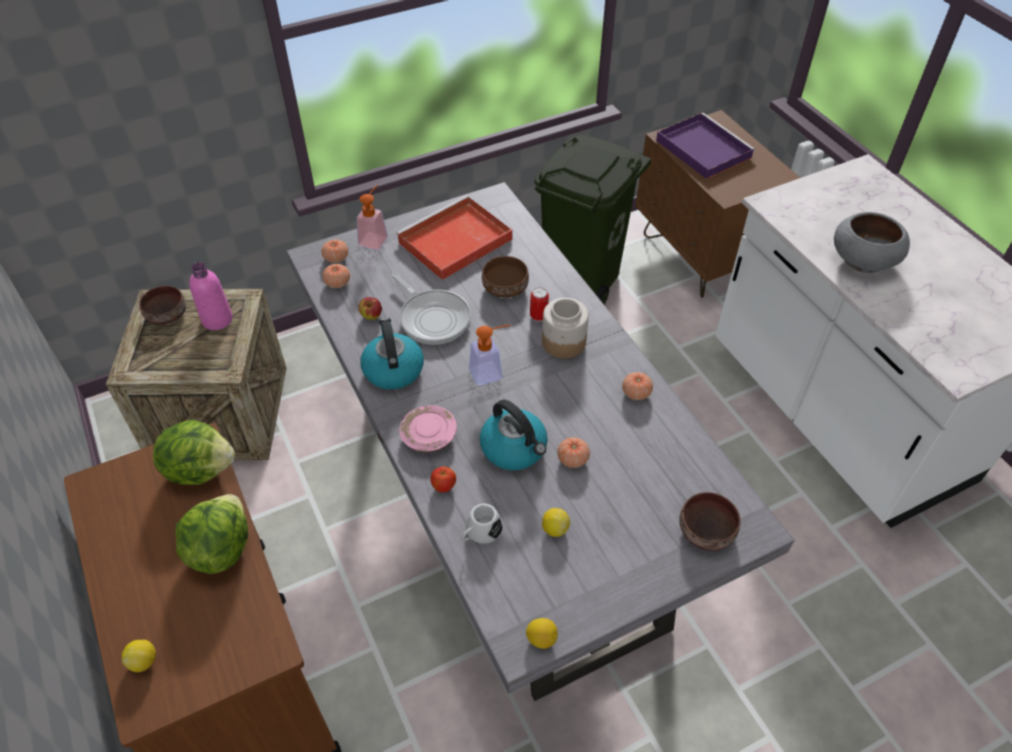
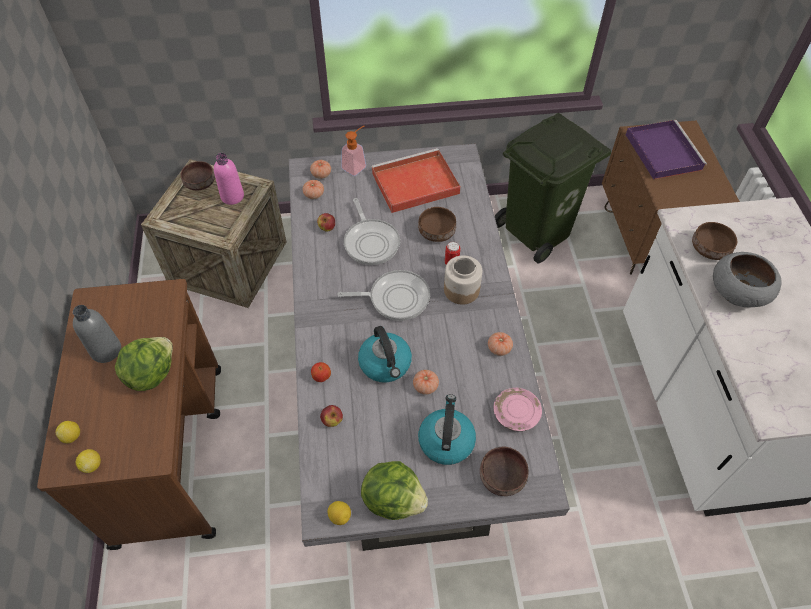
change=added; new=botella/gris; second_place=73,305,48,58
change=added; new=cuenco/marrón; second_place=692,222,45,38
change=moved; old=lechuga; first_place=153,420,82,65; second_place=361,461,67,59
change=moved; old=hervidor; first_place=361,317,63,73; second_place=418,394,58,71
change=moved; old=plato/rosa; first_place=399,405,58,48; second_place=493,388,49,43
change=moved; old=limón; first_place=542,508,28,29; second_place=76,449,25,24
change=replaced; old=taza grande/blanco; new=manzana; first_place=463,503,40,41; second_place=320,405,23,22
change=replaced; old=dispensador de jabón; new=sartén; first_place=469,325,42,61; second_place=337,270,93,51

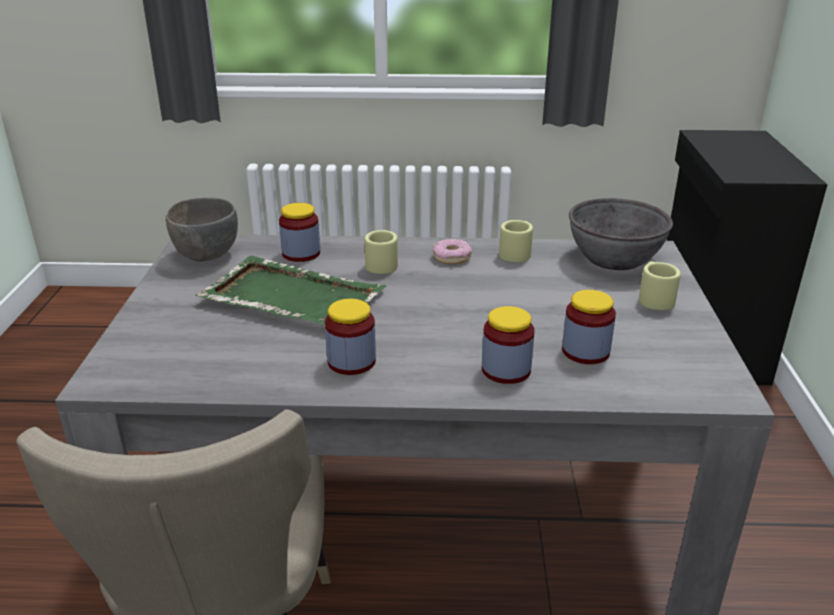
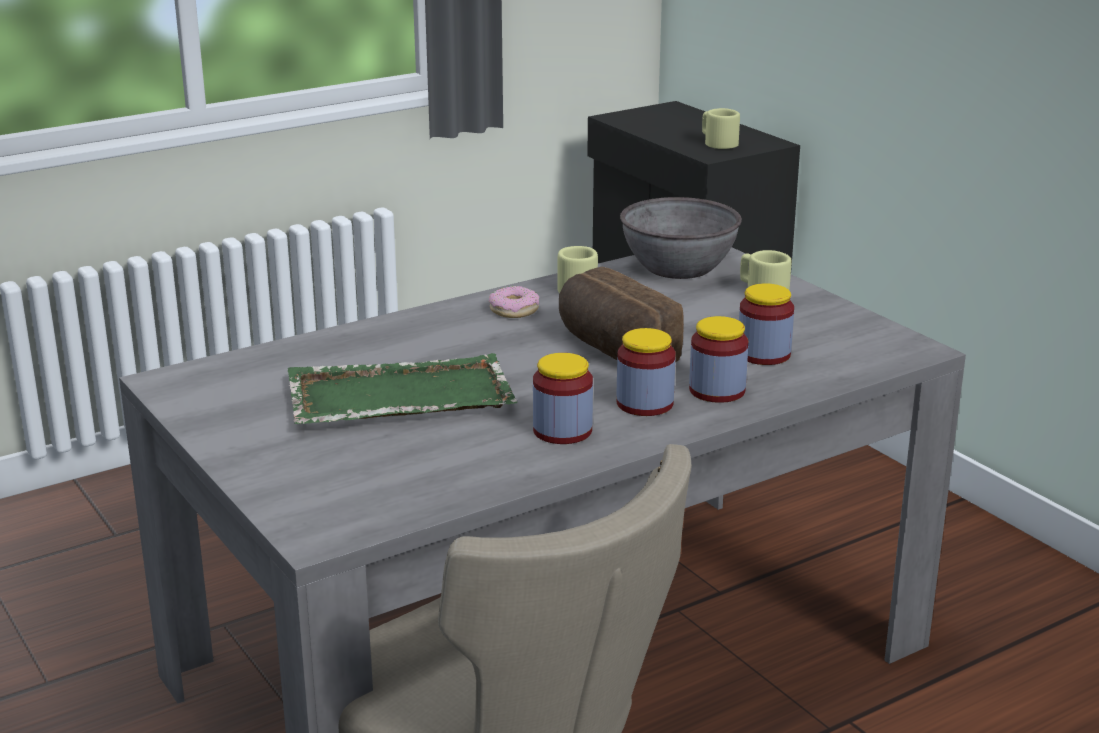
change=removed; old=cuenco/gris; first_place=166,197,72,65
change=added; new=pan; second_place=559,267,125,96
change=moved; old=tarro; first_place=279,203,41,59; second_place=616,328,59,88
change=moved; old=taza grande/beis; first_place=365,230,33,44; second_place=702,108,38,41

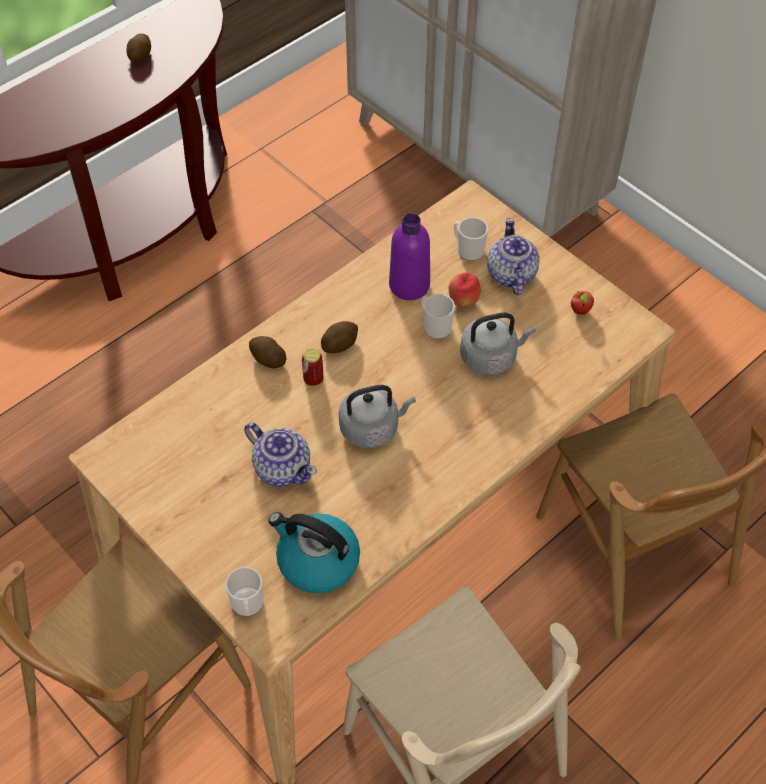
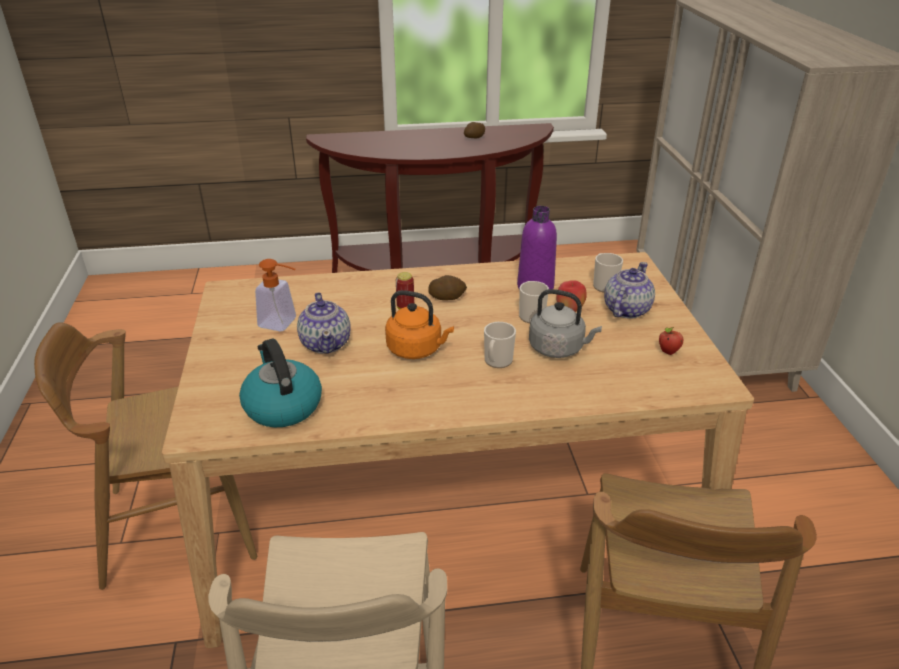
change=removed; old=patata; first_place=249,336,37,32
change=added; new=dispensador de jabón; second_place=255,259,41,72
change=moved; old=taza grande; first_place=225,567,39,49; second_place=484,322,32,46
change=recoloured; old=hervidor/gris; new=hervidor/naranja; first_place=339,385,77,63; second_place=385,290,69,69

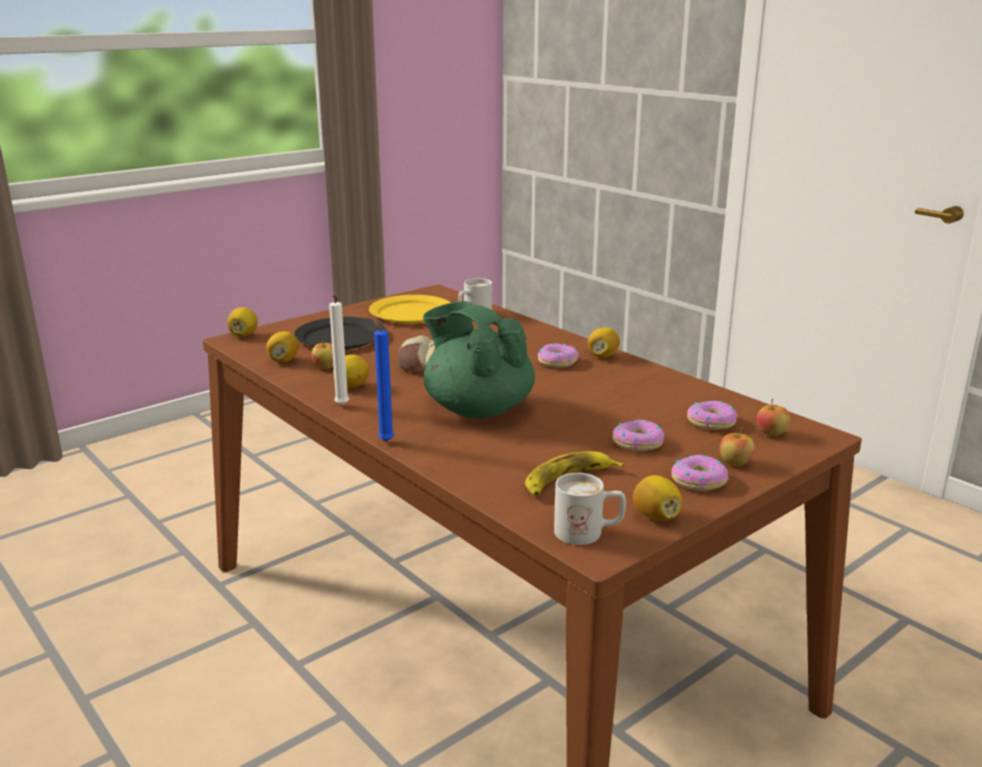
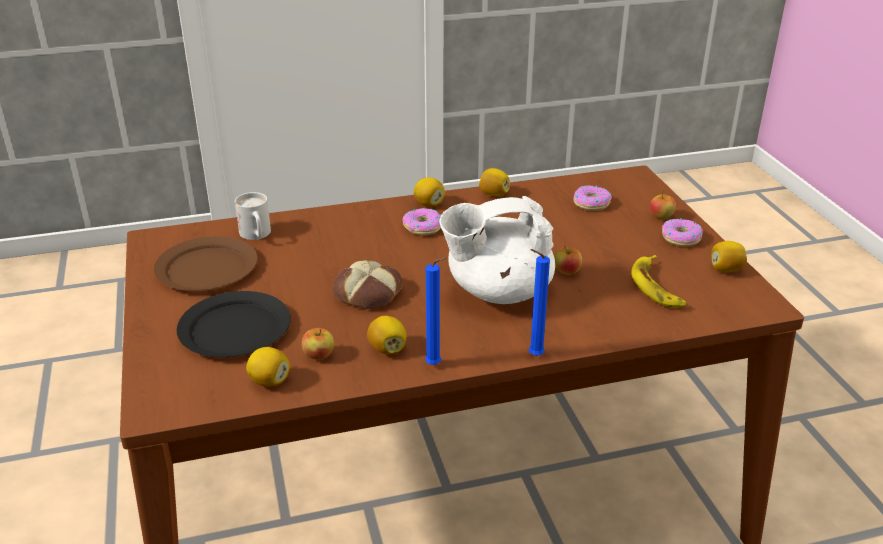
change=removed; old=taza grande/blanco; first_place=554,473,72,72
change=removed; old=rosquilla; first_place=613,420,51,32
change=moved; old=limón; first_place=227,307,31,30; second_place=479,168,31,28
change=moved; old=manzana; first_place=757,399,33,37; second_place=555,245,27,30
change=recoloured; old=vela/blanco; new=vela/azul; first_place=329,295,20,110; second_place=425,257,21,108
change=recoloured; old=plato/amarillo; new=plato/marrón; first_place=369,295,82,29; second_place=154,236,104,55
change=recoloured; old=tetera/verde; new=tetera/blanco; first_place=423,301,112,117; second_place=439,196,116,108

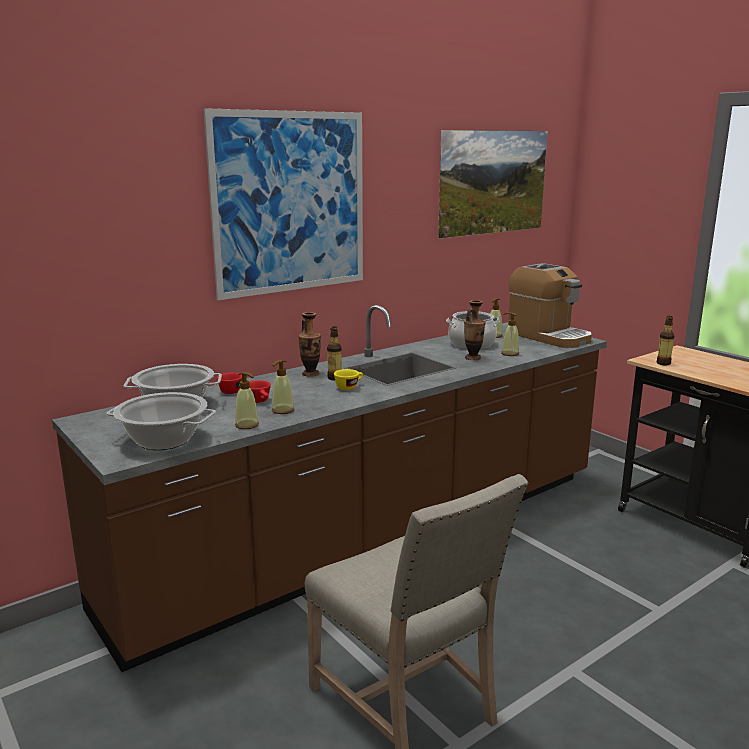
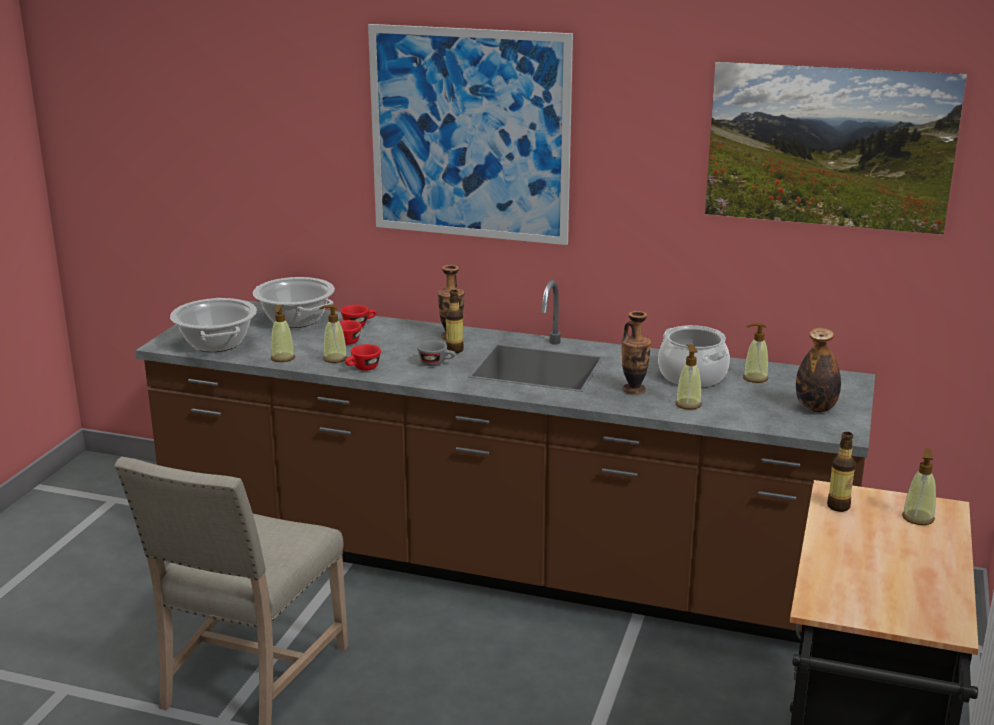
change=added; new=taza/rojo; second_place=345,344,36,27
change=added; new=dispensador de jabón; second_place=902,448,34,77
change=replaced; old=cafetera; new=botella; first_place=508,263,84,85; second_place=796,328,45,85
change=recoloured; old=taza/amarillo; new=taza/gris; first_place=334,369,29,21; second_place=417,340,39,26

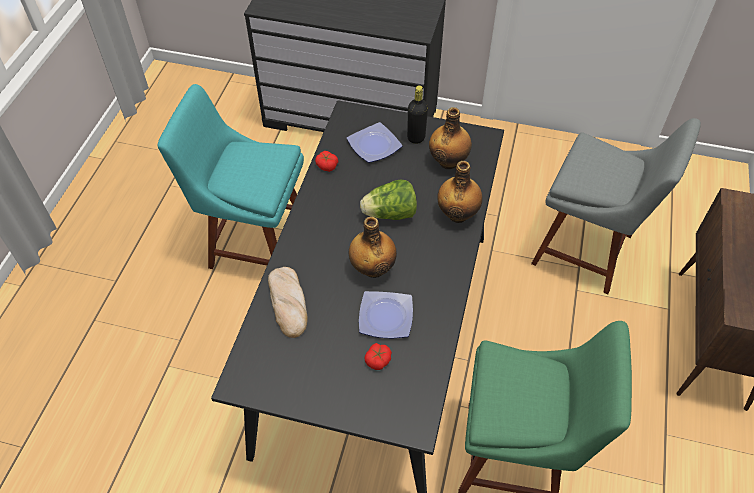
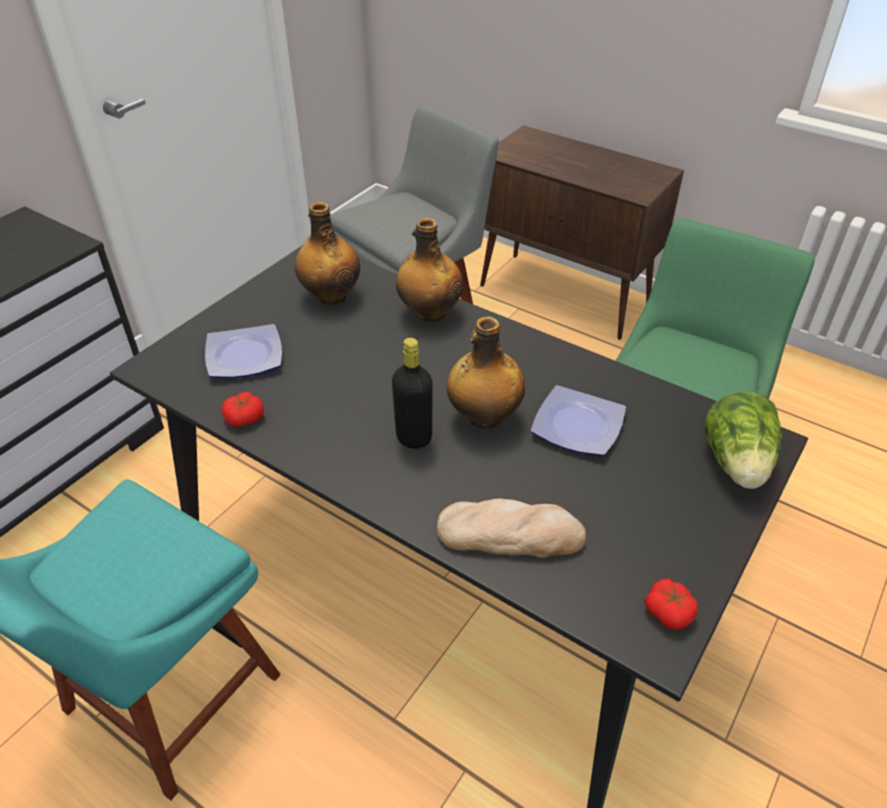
change=moved; old=lechuga; first_place=360,180,57,40; second_place=704,392,79,97
change=moved; old=tomate; first_place=364,343,28,27; second_place=644,579,54,51
change=moved; old=botella/negro; first_place=407,85,21,59; second_place=392,338,41,111

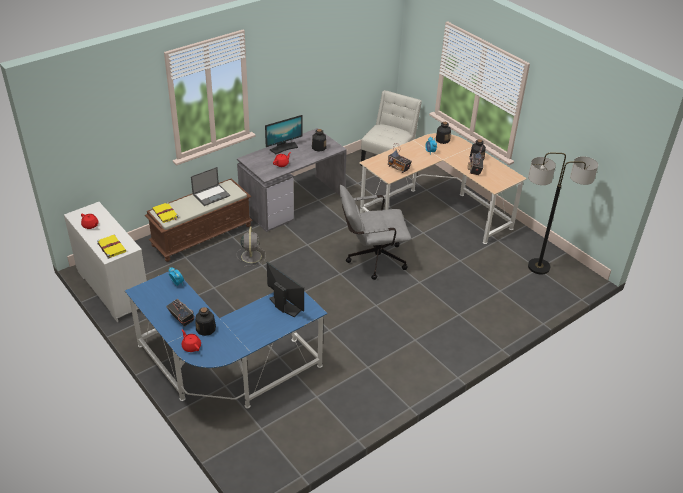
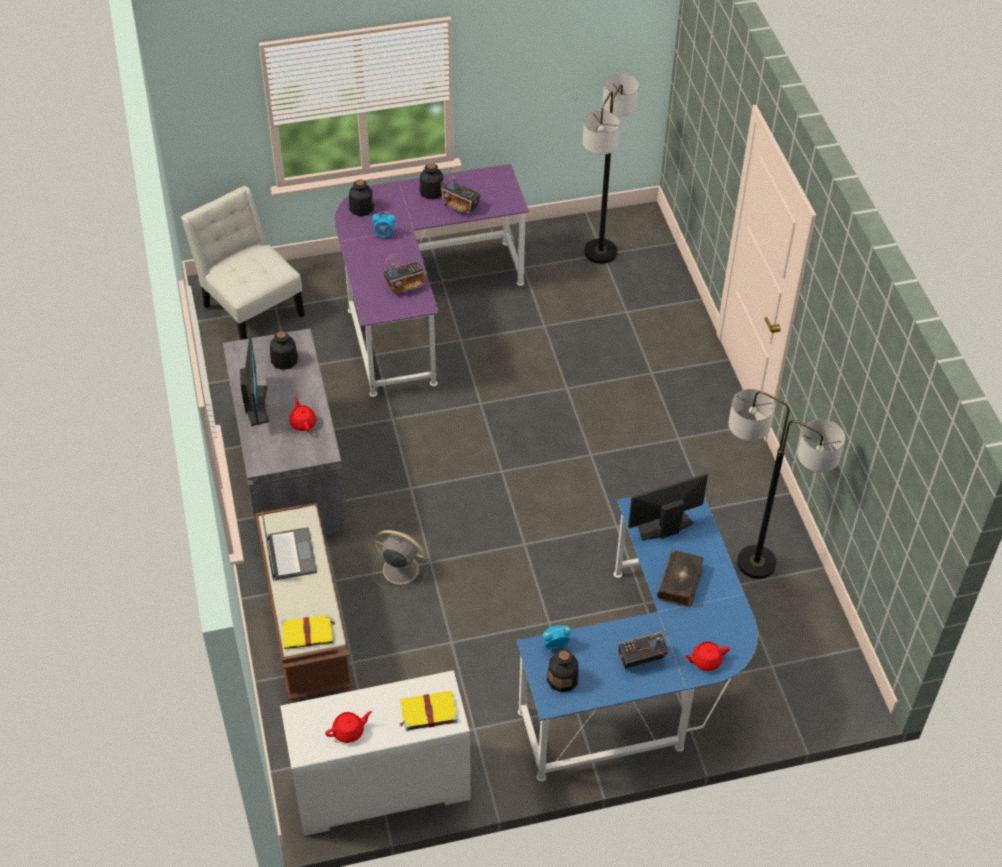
change=removed; old=silla de oficina/gris; first_place=339,185,72,95
change=added; new=libro; second_place=657,550,47,57
change=added; new=lámpara de pie; second_place=728,389,117,190
change=moved; old=botella; first_place=195,307,21,29; second_place=547,650,31,42
change=recoloured; old=escritorio/beis; new=escritorio/morado; first_place=359,133,168,111; second_place=334,164,195,233

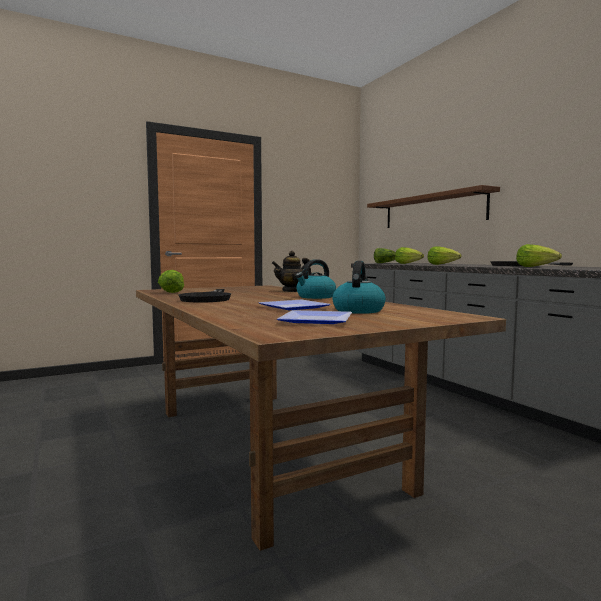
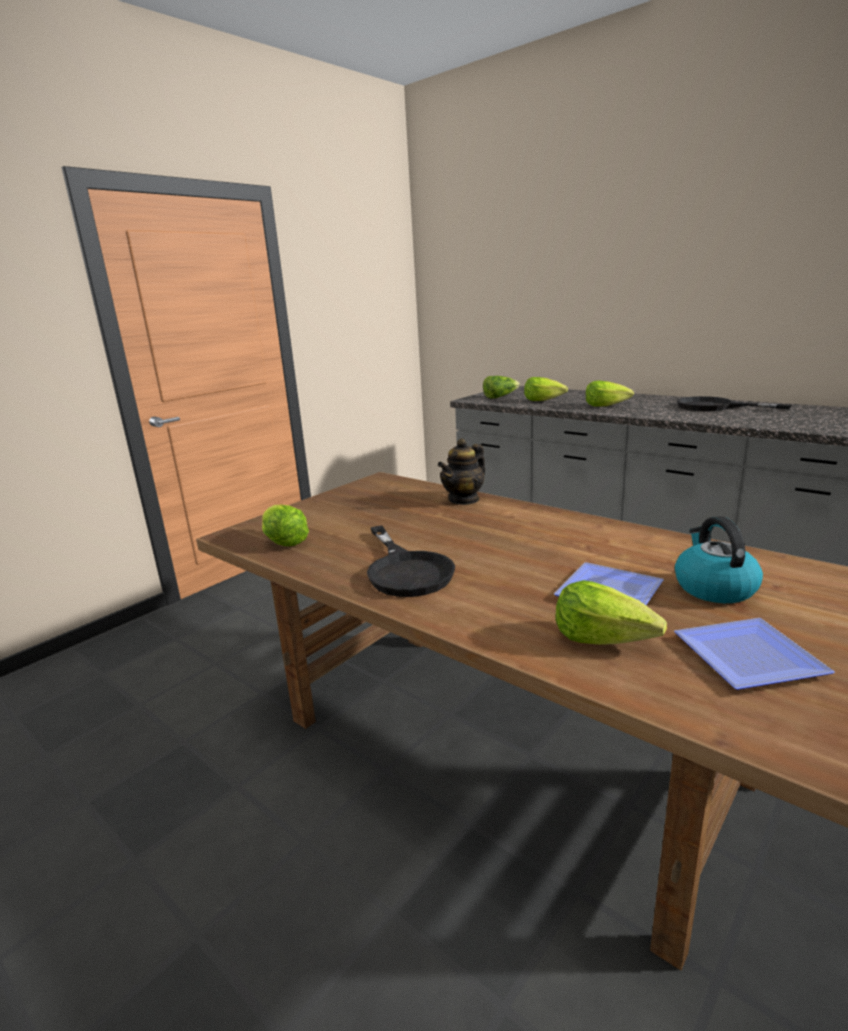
change=removed; old=hervidor; first_place=296,259,40,40
change=removed; old=estante/marrón; first_place=367,185,133,43
change=moved; old=lechuga; first_place=516,244,46,23; second_place=555,580,112,65

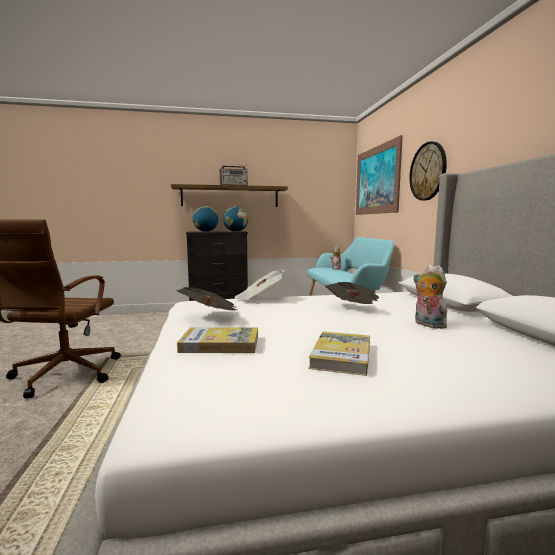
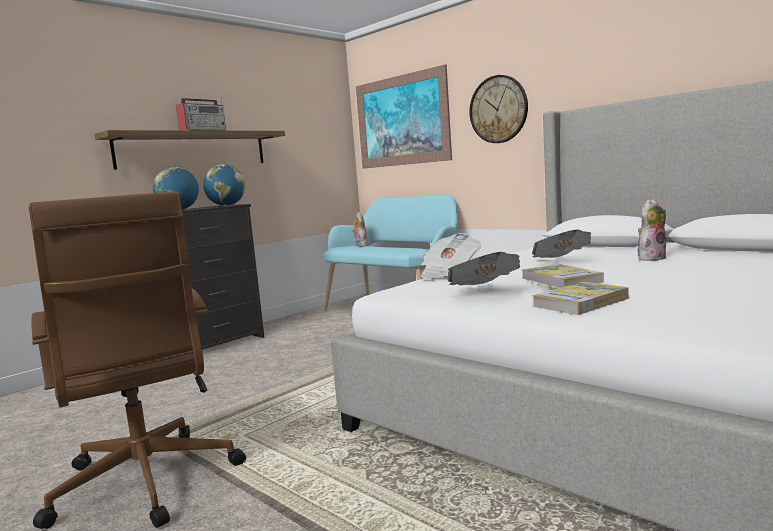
change=moved; old=libro; first_place=308,331,62,45; second_place=522,264,82,24
change=turned; old=peluche; first_place=413,265,37,64; second_place=638,199,28,62; degrees=135

